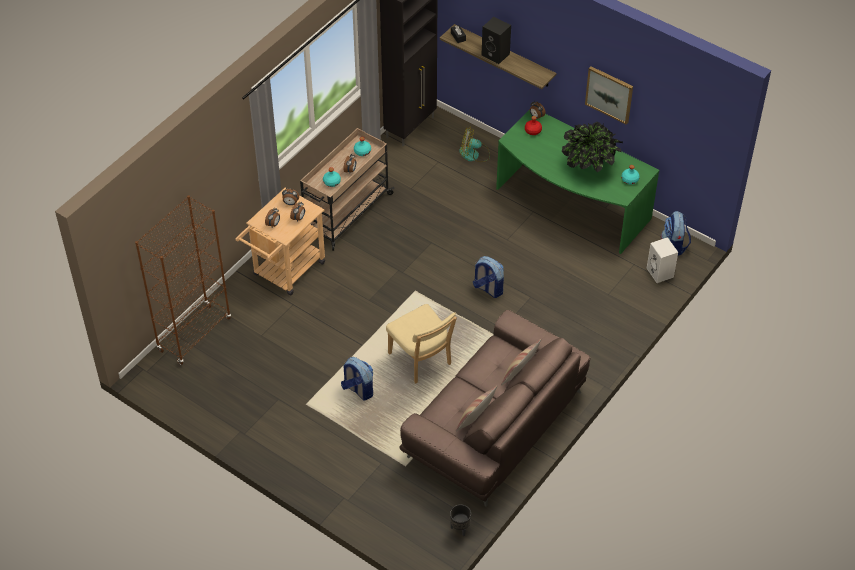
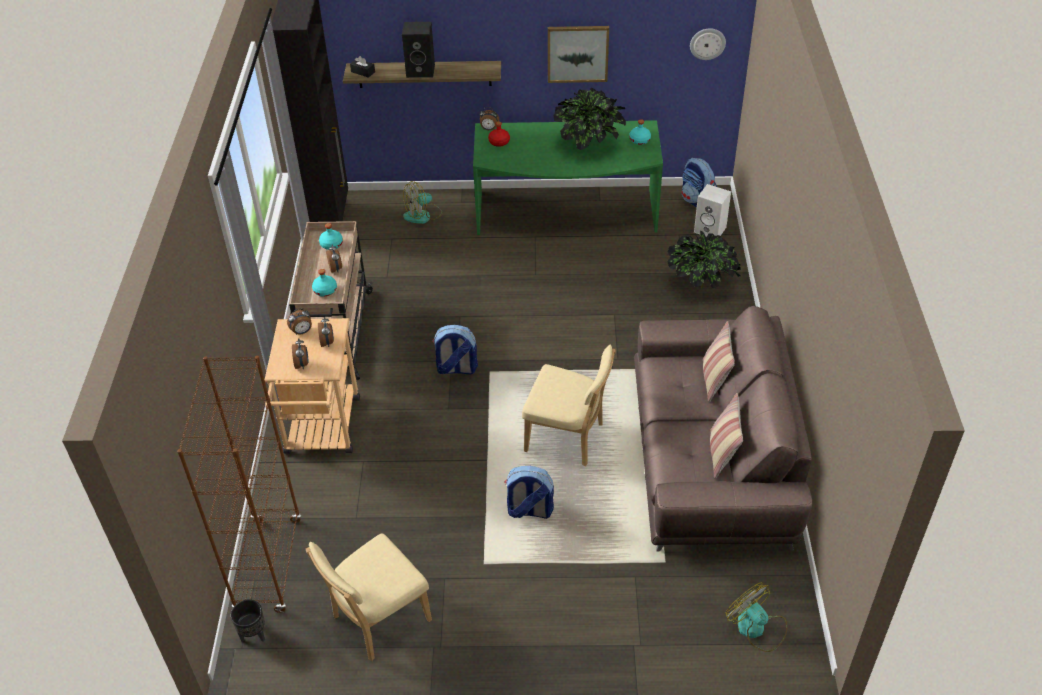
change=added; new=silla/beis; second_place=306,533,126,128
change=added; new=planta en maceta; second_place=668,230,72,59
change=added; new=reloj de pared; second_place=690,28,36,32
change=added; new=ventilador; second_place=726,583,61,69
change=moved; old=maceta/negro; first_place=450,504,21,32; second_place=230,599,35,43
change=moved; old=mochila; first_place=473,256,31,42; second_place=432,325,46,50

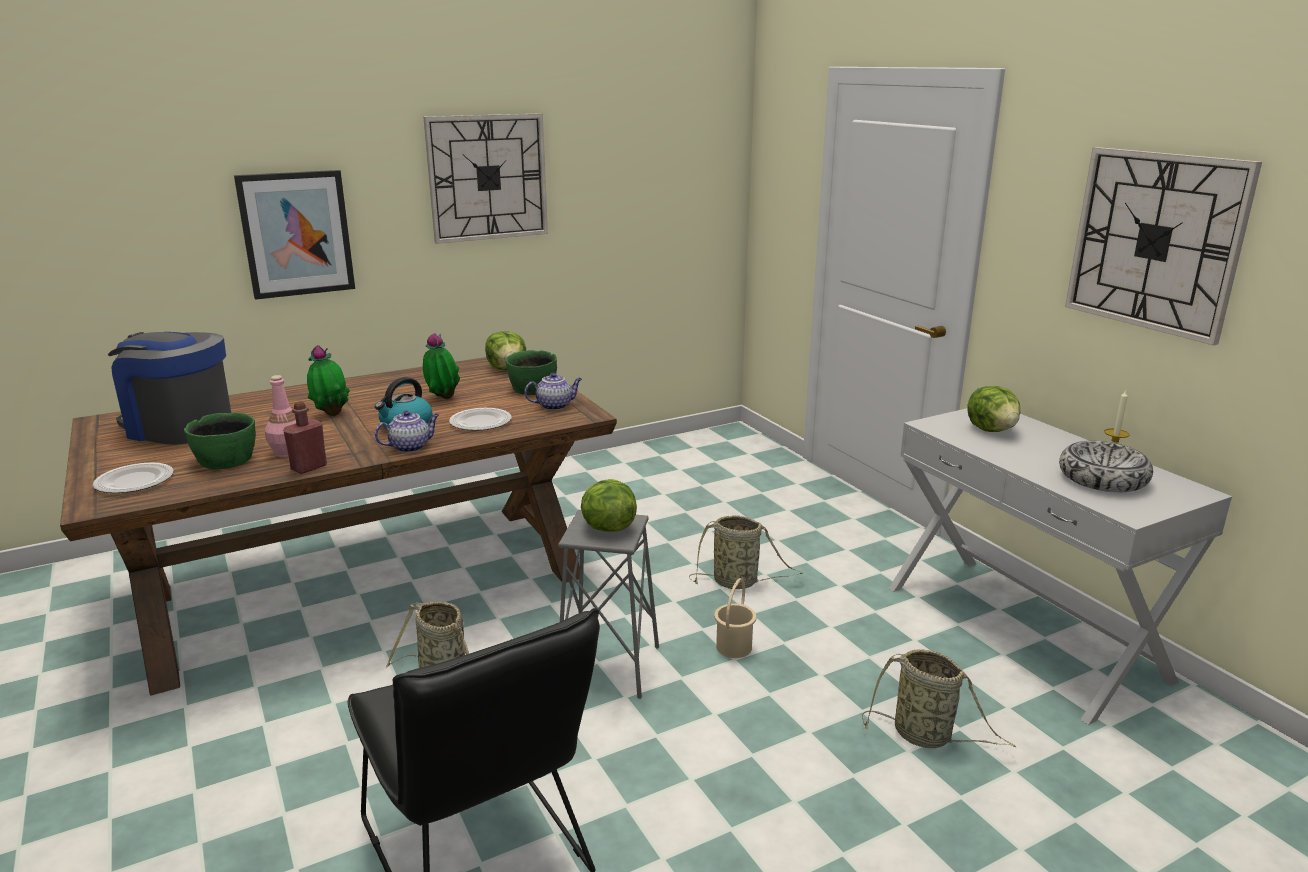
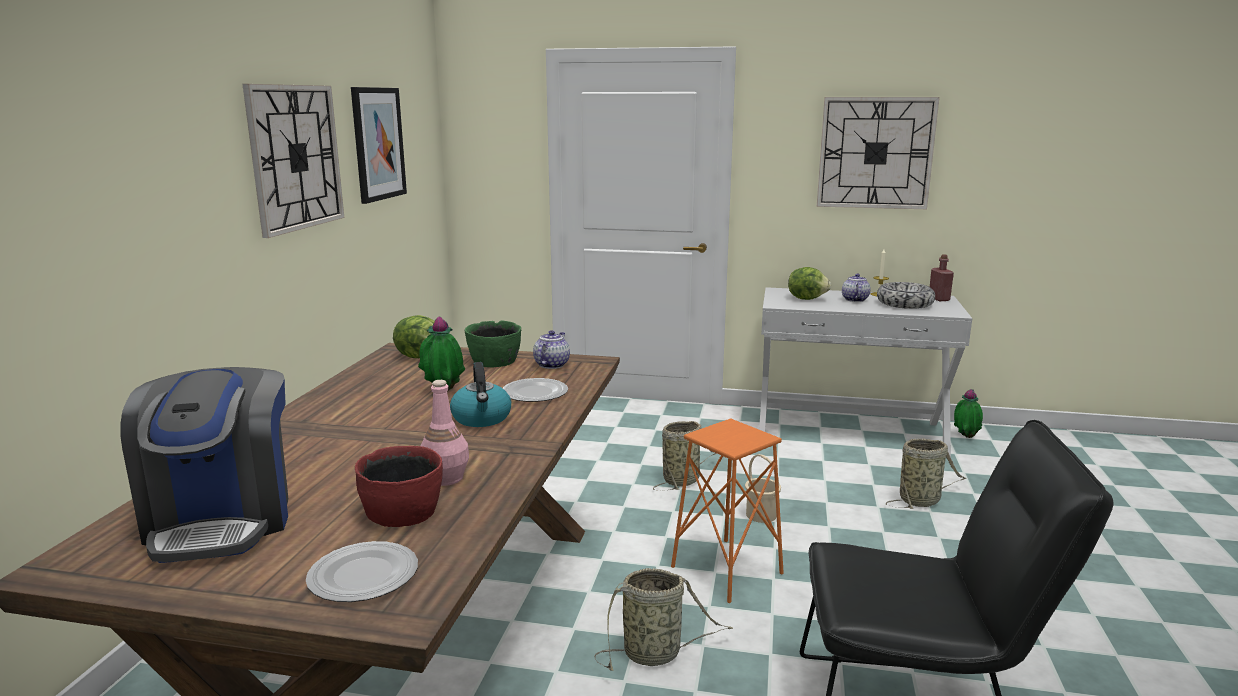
change=removed; old=lechuga; first_place=581,479,56,53
change=moved; old=cuadro; first_place=234,170,121,130; second_place=351,87,56,117
change=moved; old=botella/rojo; first_place=283,401,44,73; second_place=930,254,24,47
change=moved; old=planta en maceta; first_place=307,345,43,71; second_place=954,389,29,49
change=moved; old=tetera; first_place=375,410,64,43; second_place=842,273,29,29
change=recoloured; old=cuenco/verde; new=cuenco/rojo; first_place=184,412,72,58; second_place=355,446,88,81
change=recoloured; old=taburete/gris; new=taburete/naranja; first_place=558,510,101,189; second_place=671,418,113,185
change=turned; old=cafetera; first_place=108,332,123,113; second_place=120,367,168,196; degrees=-75

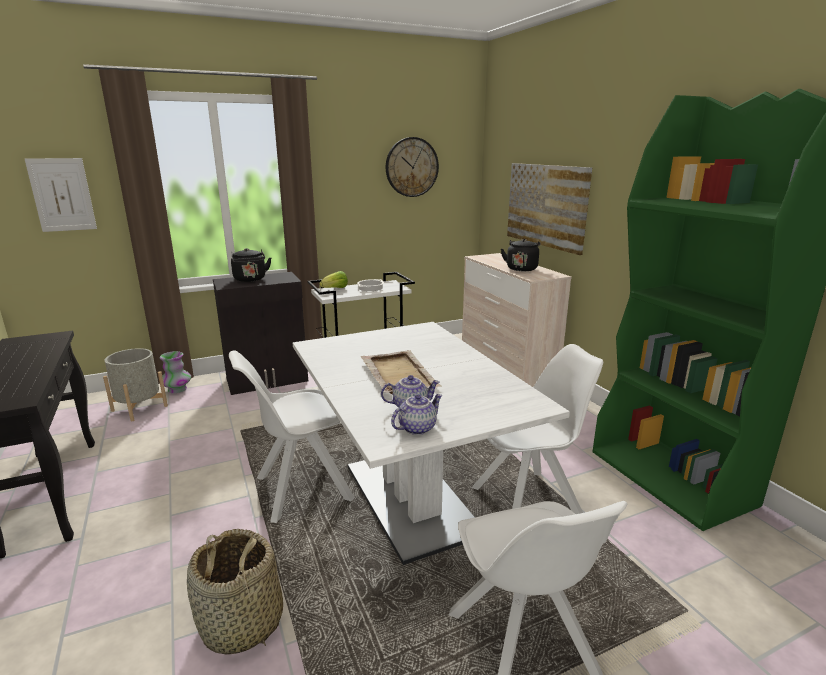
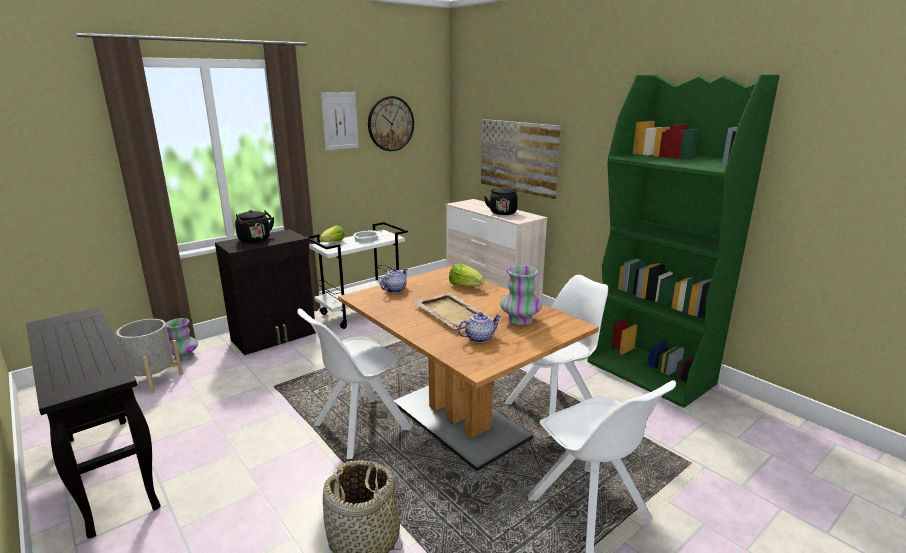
change=added; new=lechuga; second_place=449,263,36,23
change=added; new=florero; second_place=500,265,42,60
change=moved; old=cuadro; first_place=25,158,72,74; second_place=321,92,38,58
change=moved; old=tetera; first_place=391,394,51,41; second_place=380,268,27,25
change=recoloured; old=mesa de comedor/blanco; new=mesa de comedor/marrón; first_place=293,322,277,243; second_place=338,266,261,205

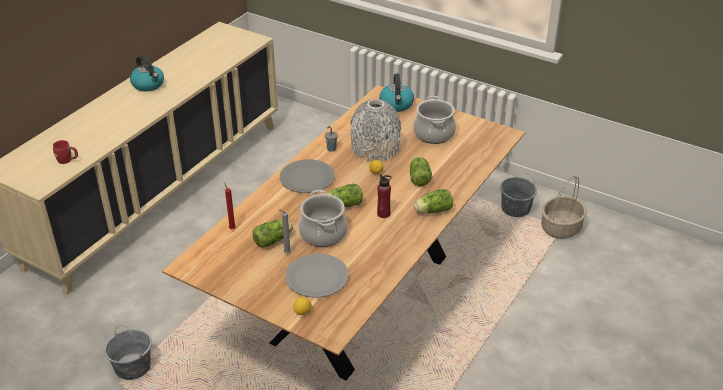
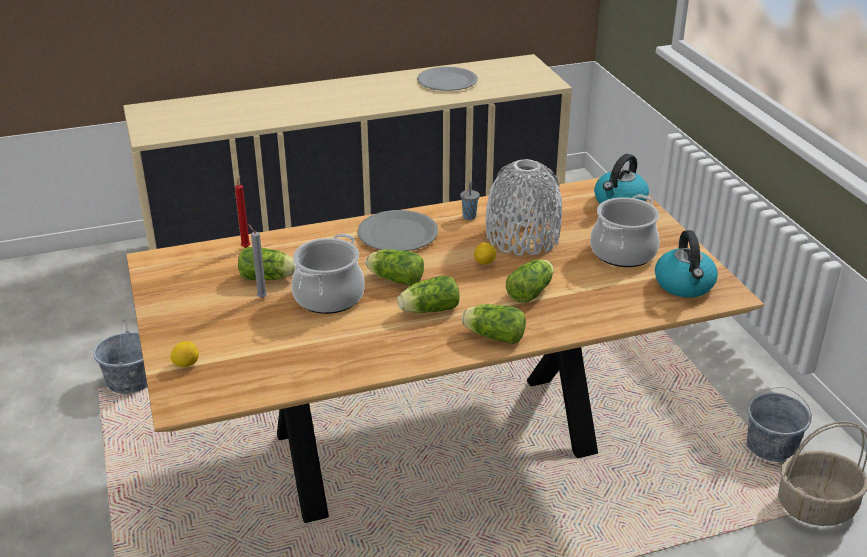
change=removed; old=taza grande/rojo; first_place=53,140,25,24
change=moved; old=hervidor; first_place=130,55,34,37; second_place=655,230,63,68
change=moved; old=plato/gris; first_place=285,253,64,45; second_place=417,67,61,24
change=replaced; old=botella/rojo; new=lechuga; first_place=377,174,14,44; second_place=397,276,63,37

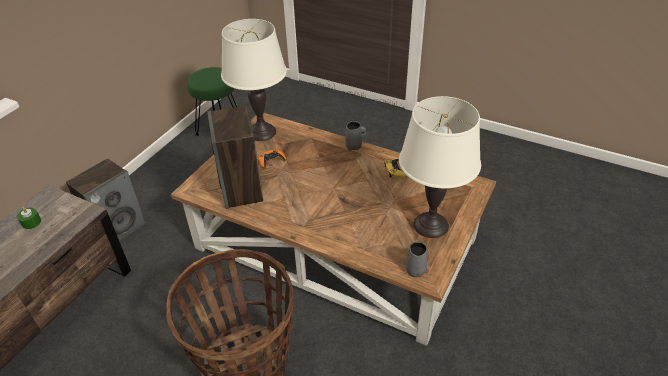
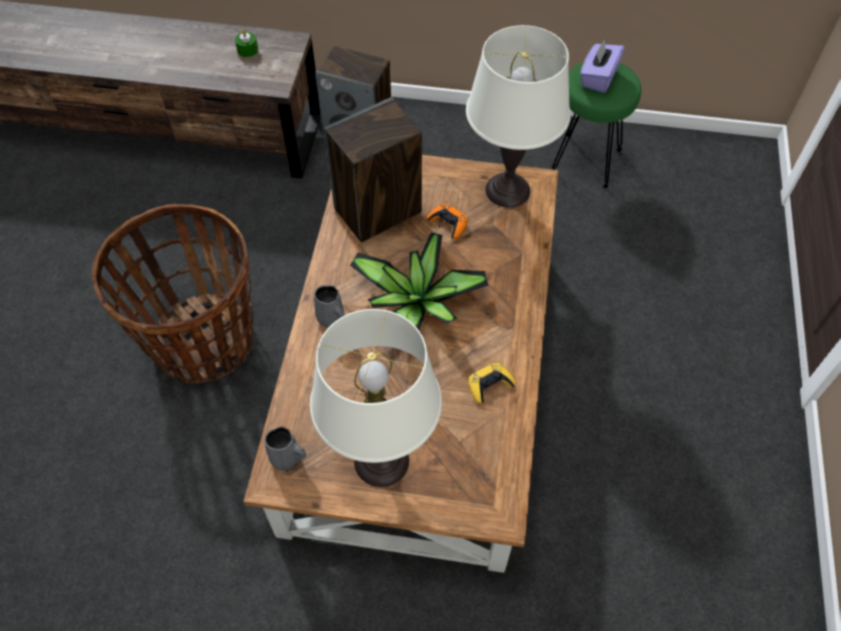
change=added; new=planta en maceta; second_place=350,232,139,98
change=added; new=caja de pañuelos/morado; second_place=580,39,45,54
change=moved; old=taza grande/gris; first_place=345,121,21,29; second_place=314,285,31,43

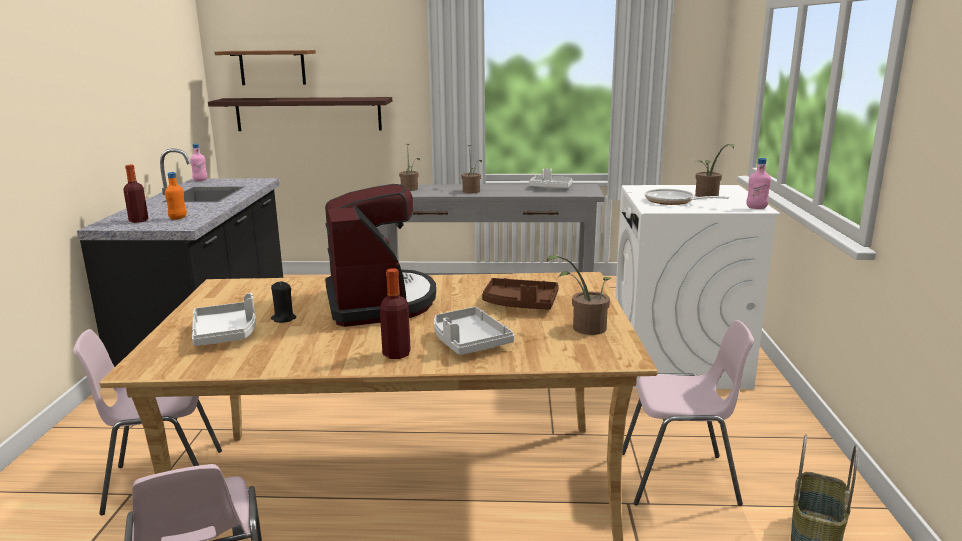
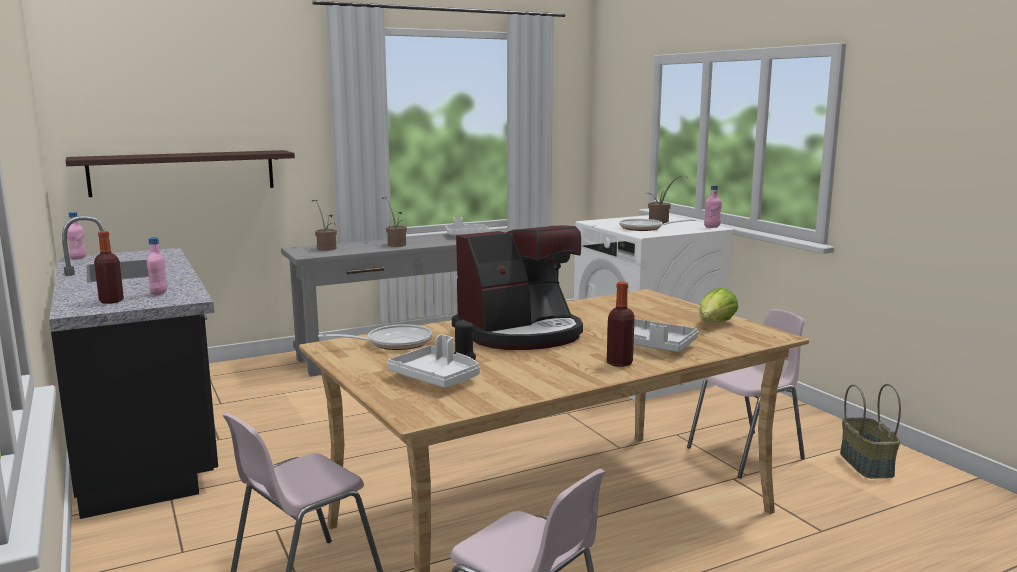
change=removed; old=estante; first_place=215,50,101,35
change=removed; old=bandeja/marrón; first_place=482,278,77,32
change=added; new=sartén; second_place=318,324,115,26
change=replaced; old=planta en maceta; new=lechuga; first_place=547,255,65,80; second_place=699,288,39,34
change=recoloured; old=botella/naranja; new=botella/rosa; first_place=165,172,22,48; second_place=147,237,20,59
change=turned; old=cafetera; first_place=325,184,111,143; second_place=452,225,131,125; degrees=105

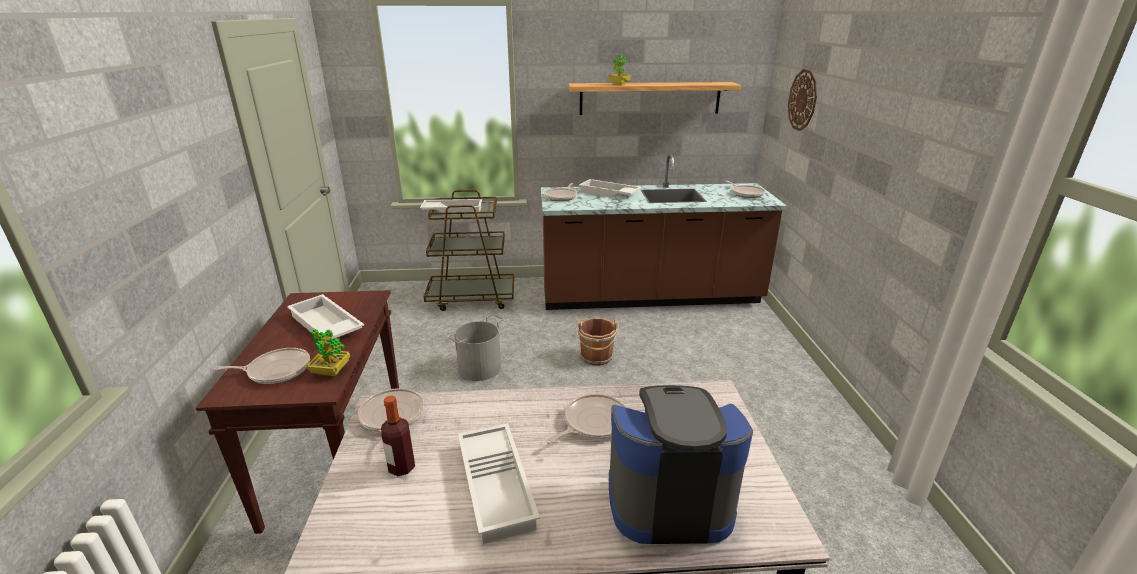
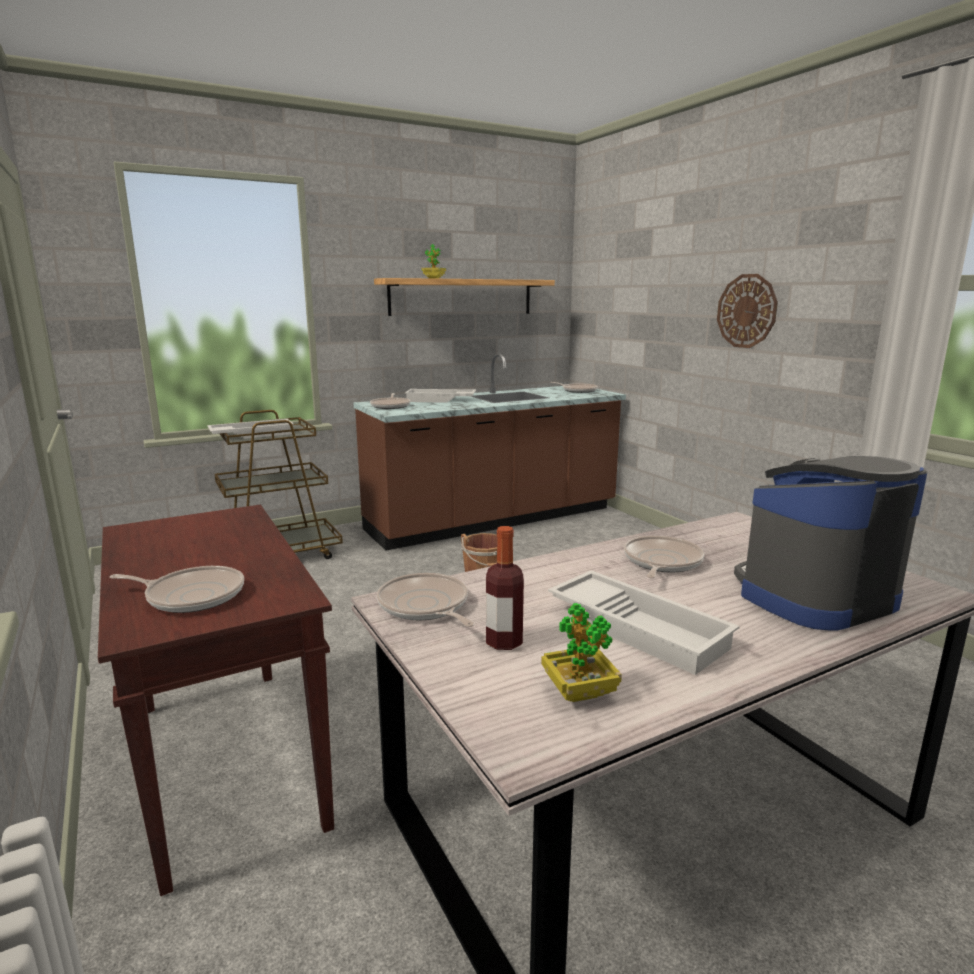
change=removed; old=bandeja/blanco; first_place=287,294,77,45
change=removed; old=cubo/gris; first_place=448,314,56,67
change=moved; old=planta en maceta; first_place=307,329,43,47; second_place=541,603,81,99
change=moved; old=reloj de pared; first_place=788,69,29,62; second_place=717,274,61,74
change=turned; old=sartén; first_place=214,348,96,36; second_place=110,566,134,47; degrees=45

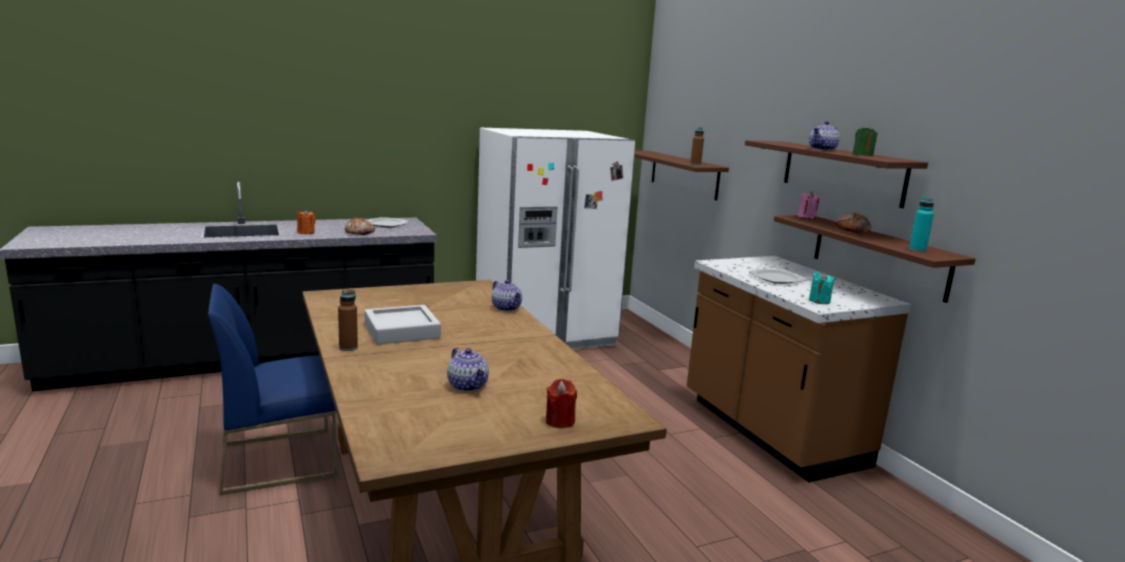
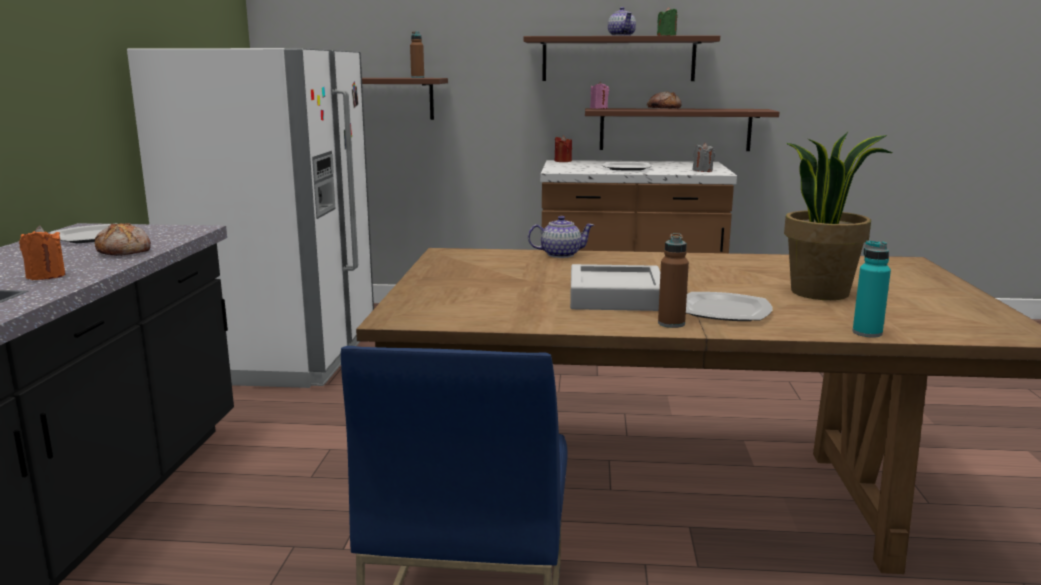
change=added; new=plato; second_place=686,292,87,29
change=moved; old=vela/rojo; first_place=546,379,31,49; second_place=555,135,17,27
change=moved; old=botella/turquesa; first_place=909,196,25,56; second_place=853,241,38,96
change=replaced; old=tetera; new=planta en maceta; first_place=447,347,42,45; second_place=784,132,108,168
change=recoloured; old=vela/turquesa; new=vela/gris; first_place=809,272,25,32; second_place=693,143,22,29

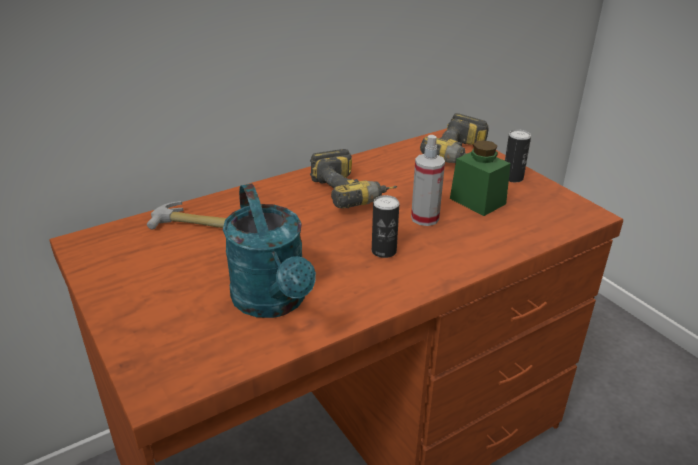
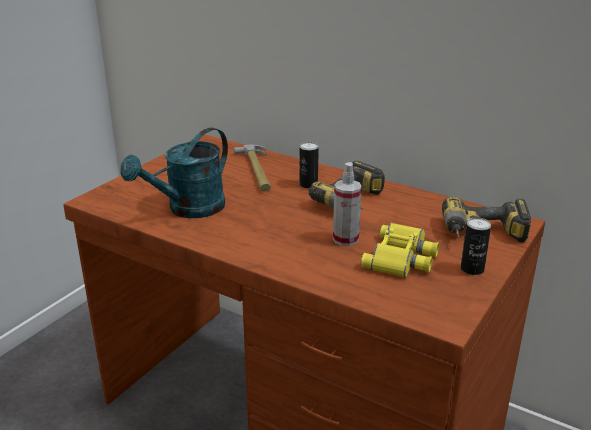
change=moved; old=lata; first_place=372,195,27,63; second_place=299,142,20,47
change=replaced; old=tarro/verde; new=prismáticos/amarillo; first_place=450,140,61,76; second_place=361,223,78,55

